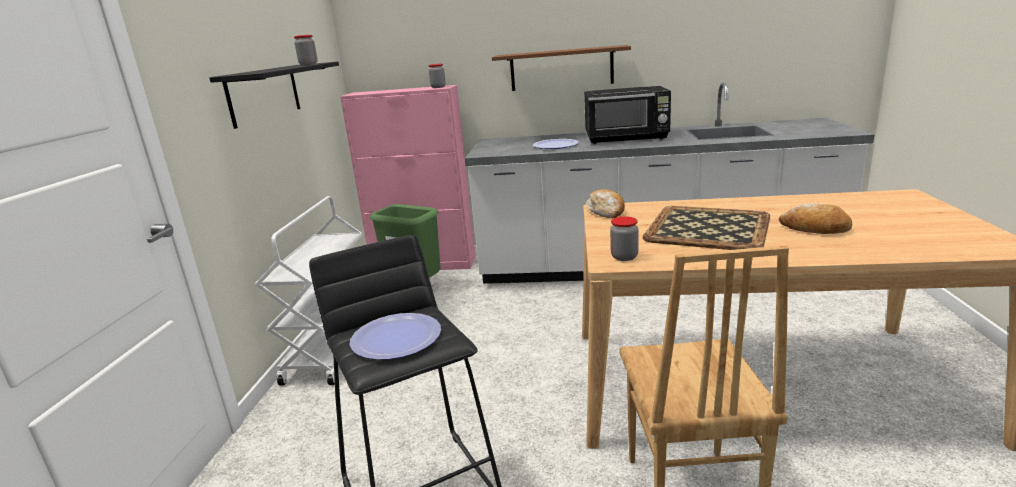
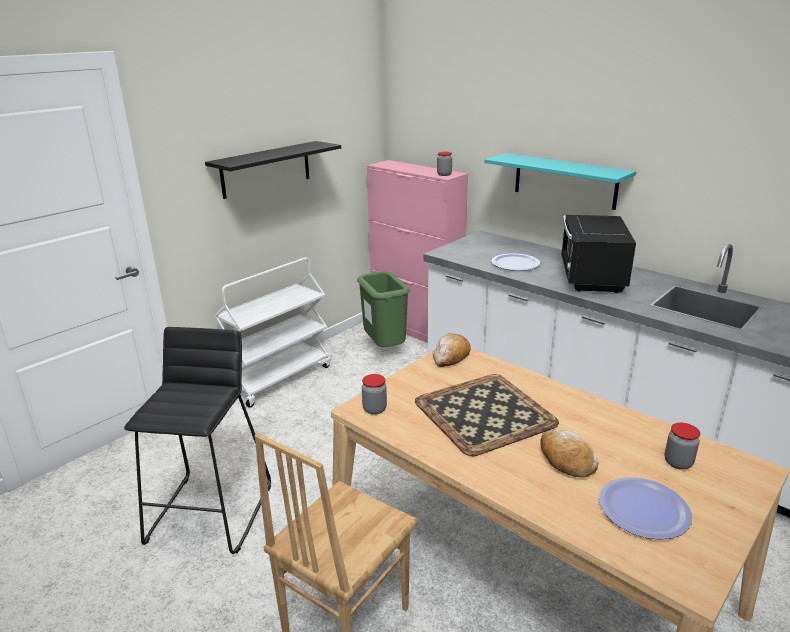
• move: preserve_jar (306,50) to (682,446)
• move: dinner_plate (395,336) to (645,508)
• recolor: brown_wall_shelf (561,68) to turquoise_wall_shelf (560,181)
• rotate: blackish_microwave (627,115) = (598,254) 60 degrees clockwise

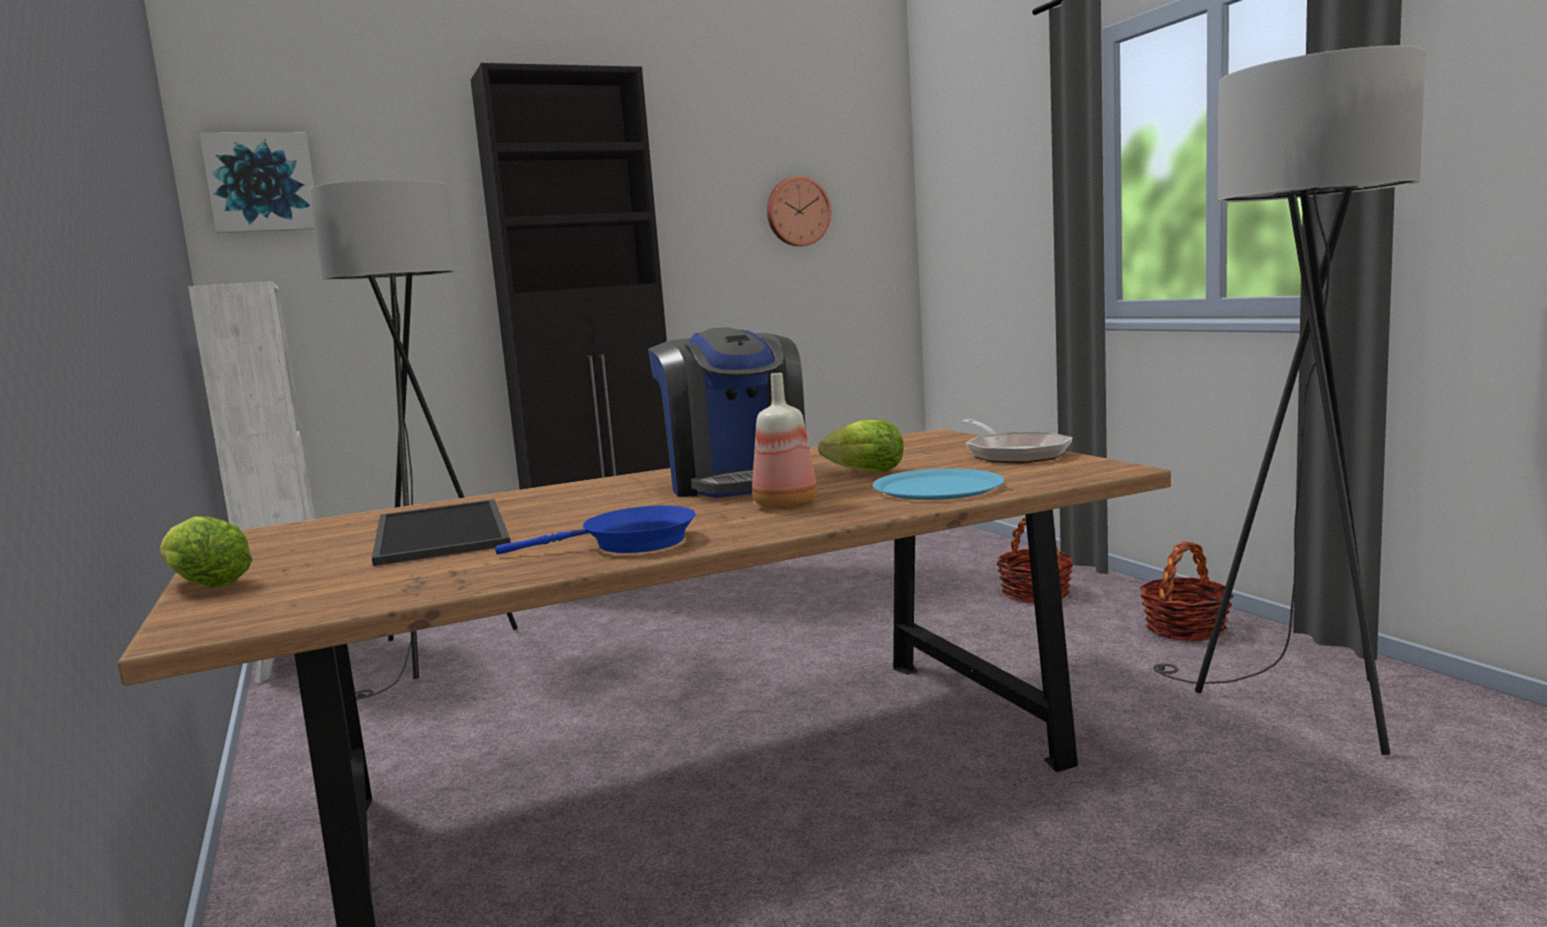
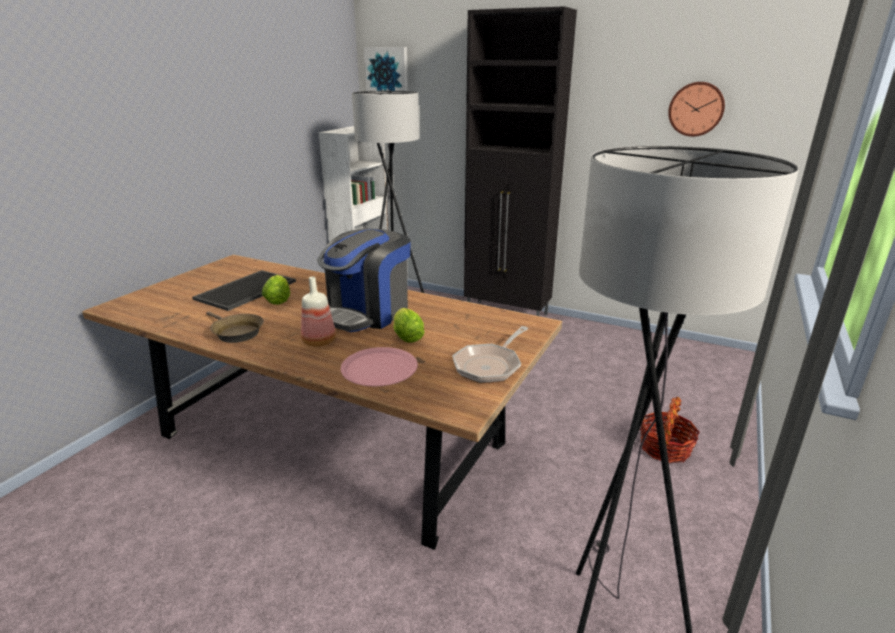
• move: lettuce_head (206,552) to (276,290)
• recolor: blue_skillet (595,529) to brown_skillet (235,327)
• recolor: blue_dinner_plate (938,484) to pinkish_dinner_plate (379,366)
• delete: storage_basket (1187,591)

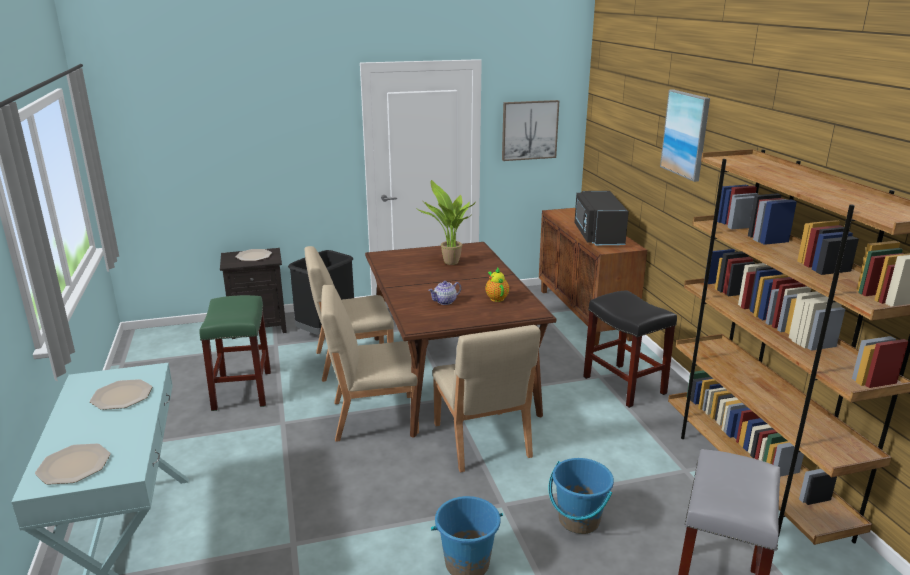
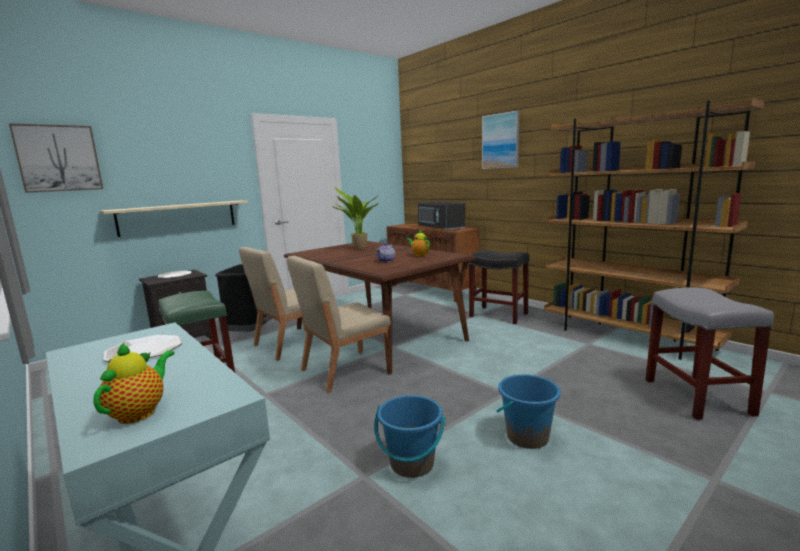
• replace: dinner_plate (73,464) to tea_pot (134,383)
• delete: sand-coloured_plain_chair (486,398)
• move: wall_art (530,130) to (56,158)
• move: blue_water_bucket (581,496) to (410,436)
• insert: sand-coloured_wall_shelf (174,219)

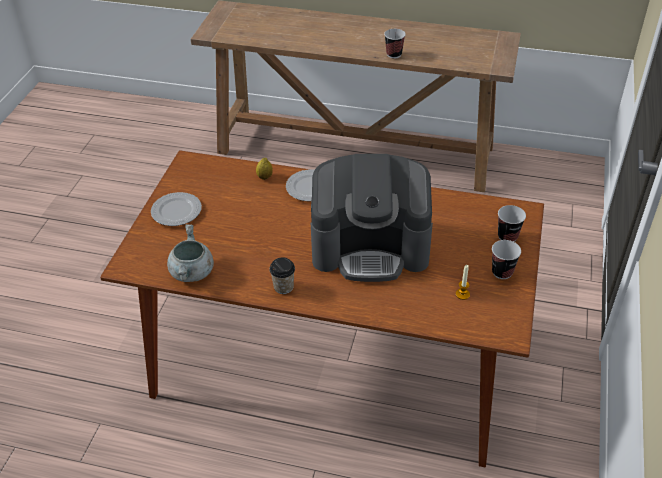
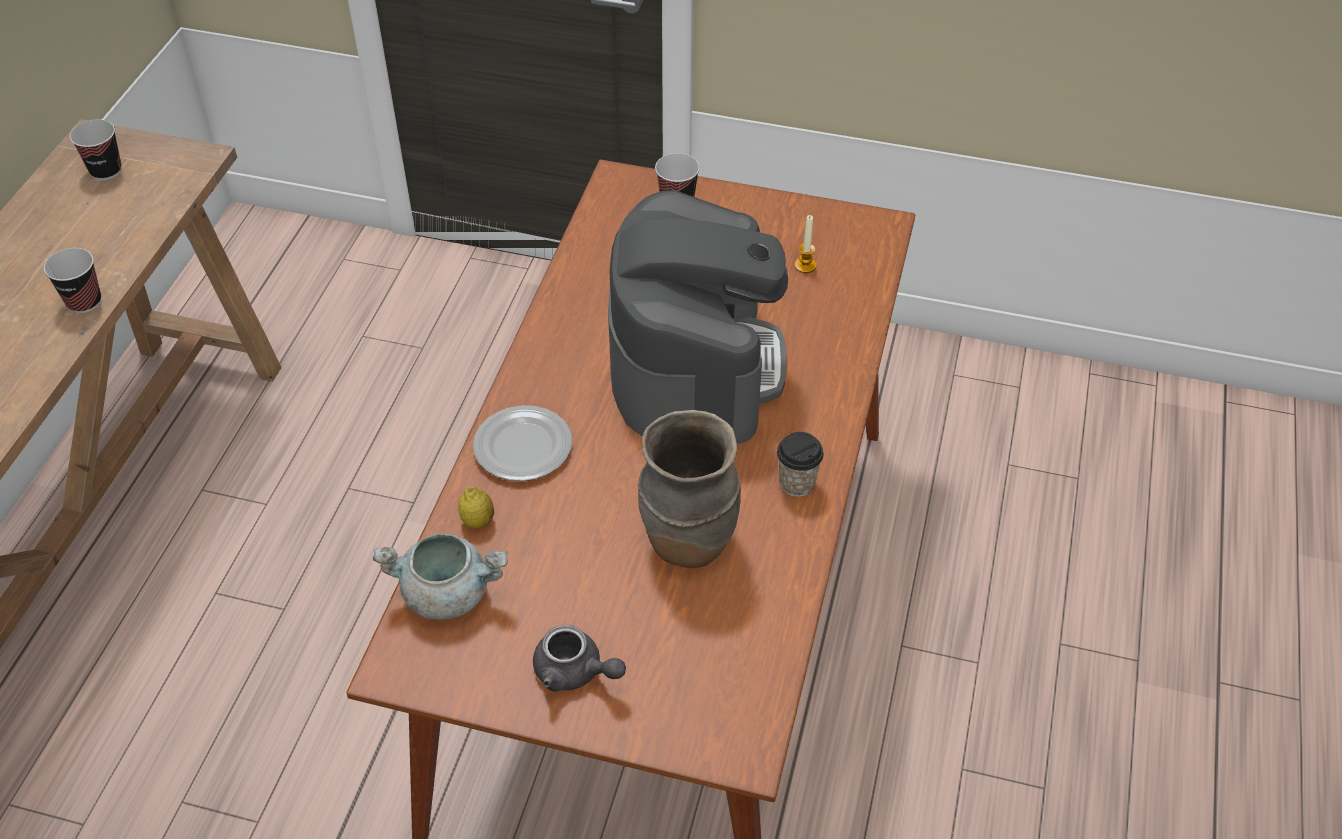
• replace: dinner_plate (176,209) to greyish_tea_pot (579,658)
• move: greyish_saucepot (190,253) to (440,576)
• move: drinking_cup (506,259) to (96,149)
• insert: brown_flower_vase (689,489)

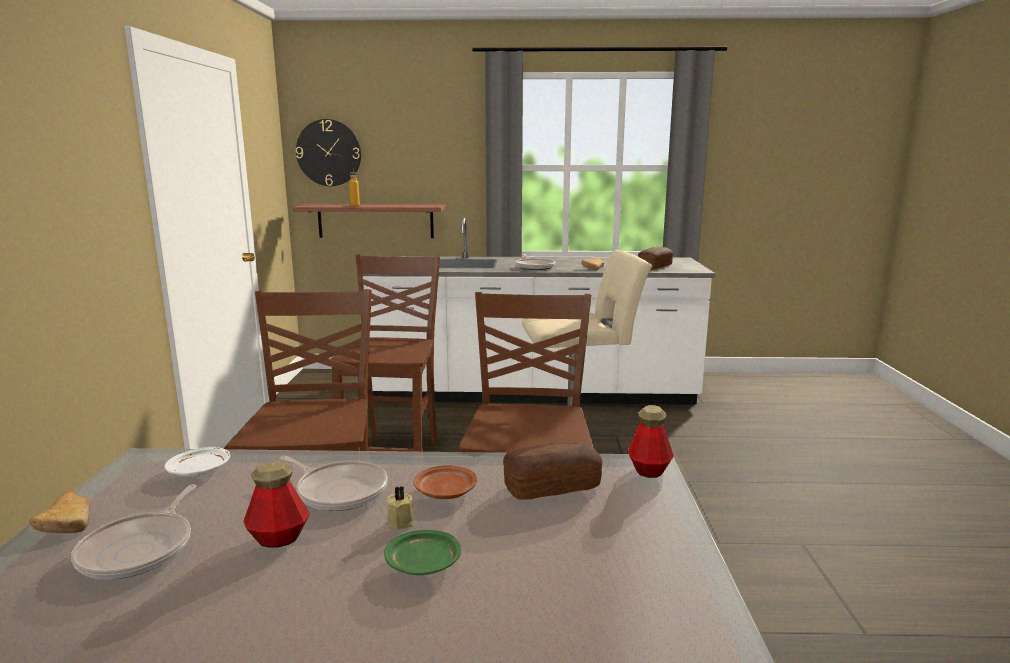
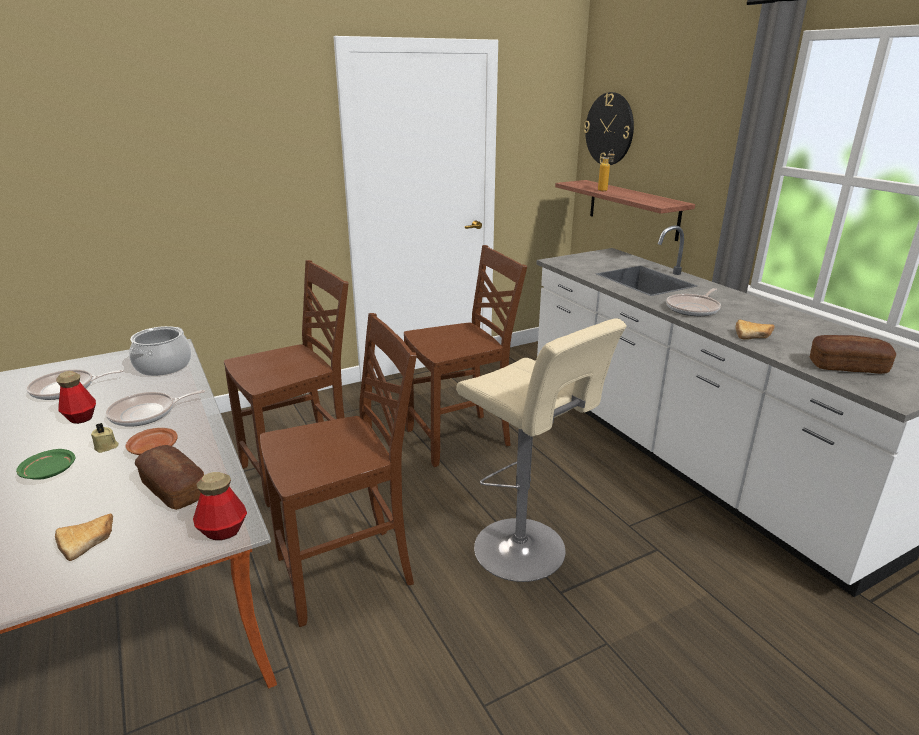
• move: baked_bread (60,512) to (84,537)
• replace: white_dinner_plate (197,462) to saucepot (160,351)
• rotate: skillet (334,483) = (155,408) 60 degrees clockwise

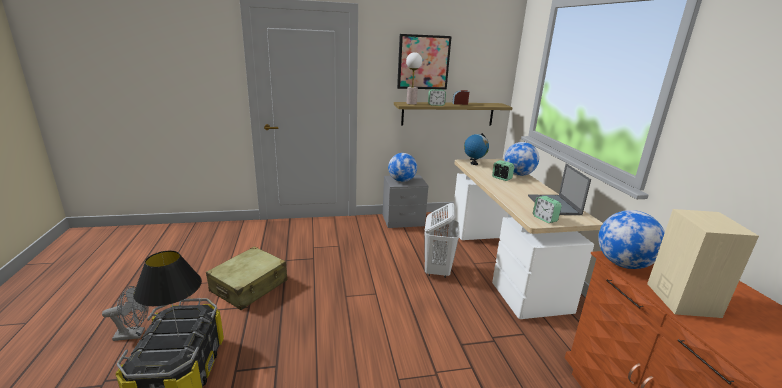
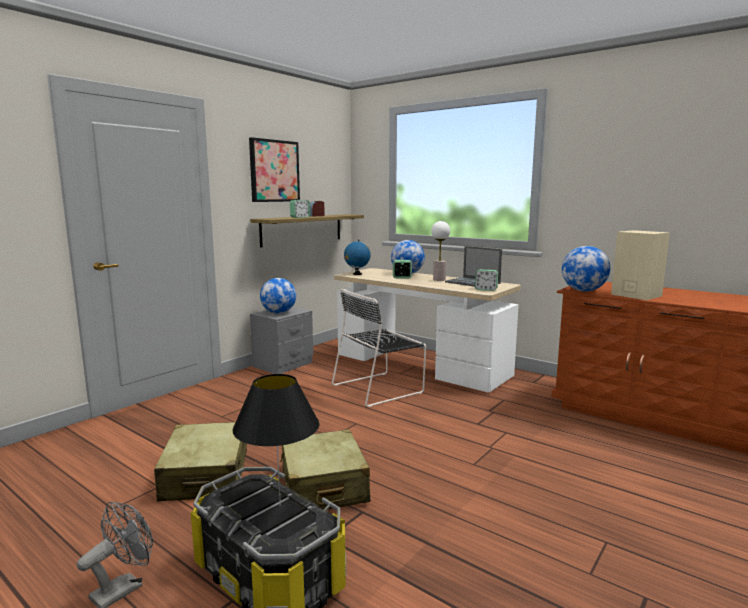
• move: table_lamp (414,78) to (440,251)
• replace: white_washing_basket (442,240) to blackish_plain_chair (379,348)
• insert: sand-coloured_suitcase (325,469)

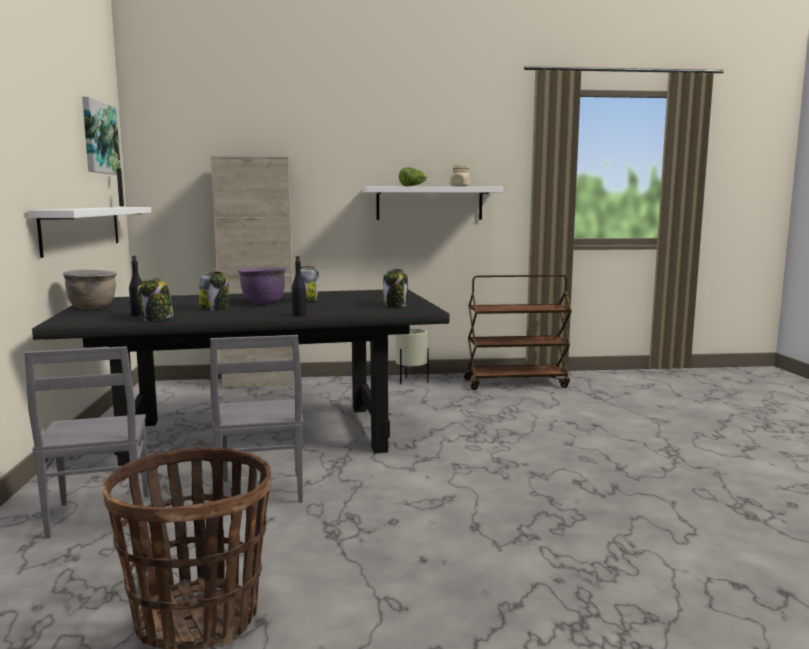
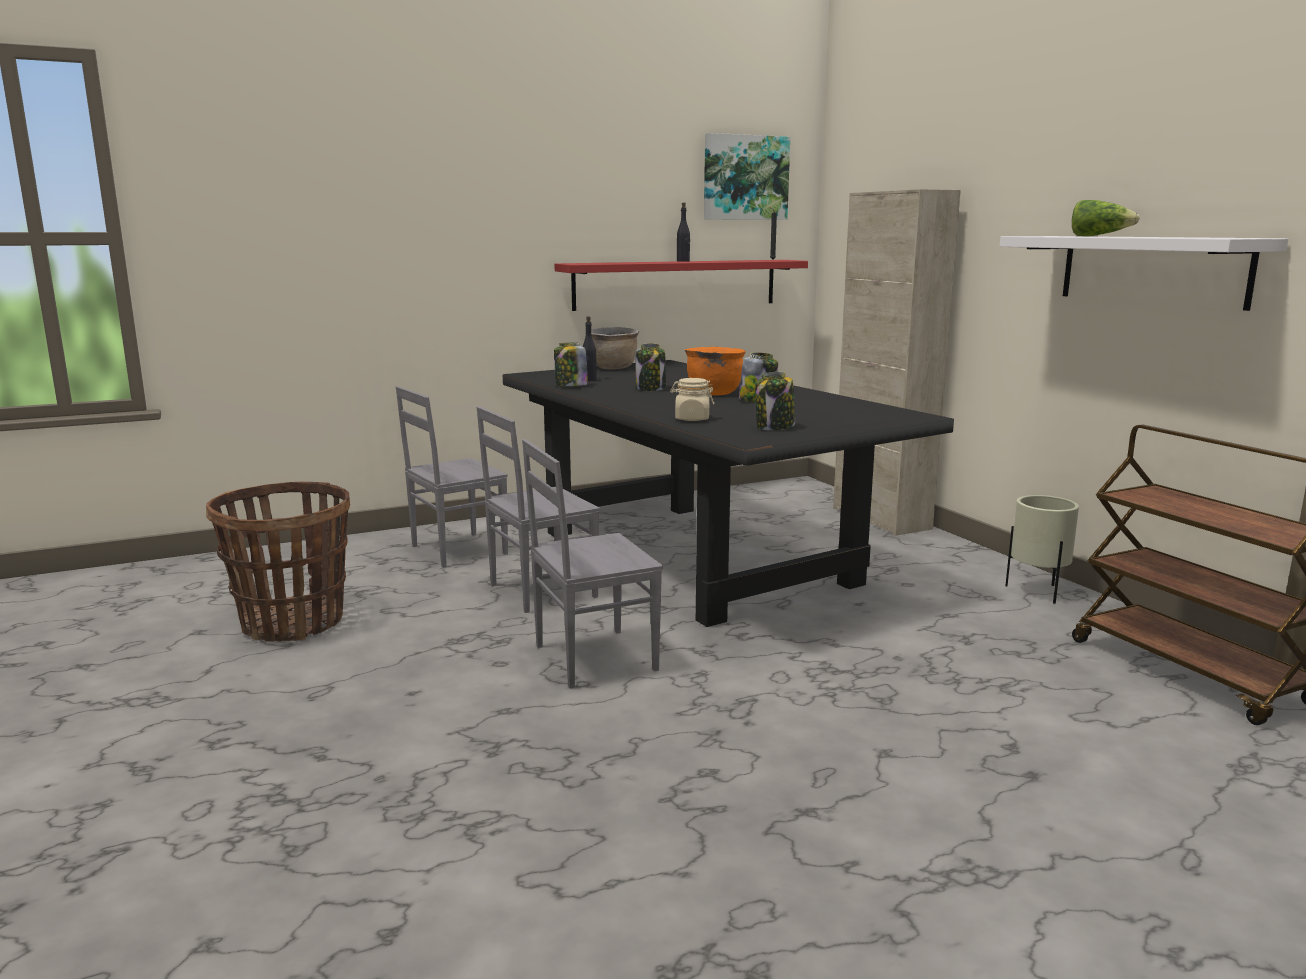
• recolor: white_wall_shelf (89,232) to reddish_wall_shelf (681,285)
• recolor: purplish_saucepot (262,286) to orangey_saucepot (715,371)
• move: blackish_bottle (299,286) to (683,232)
• move: sand-coloured_preserve_jar (460,175) to (692,399)
• insert: greyish_plain_chair (592,564)

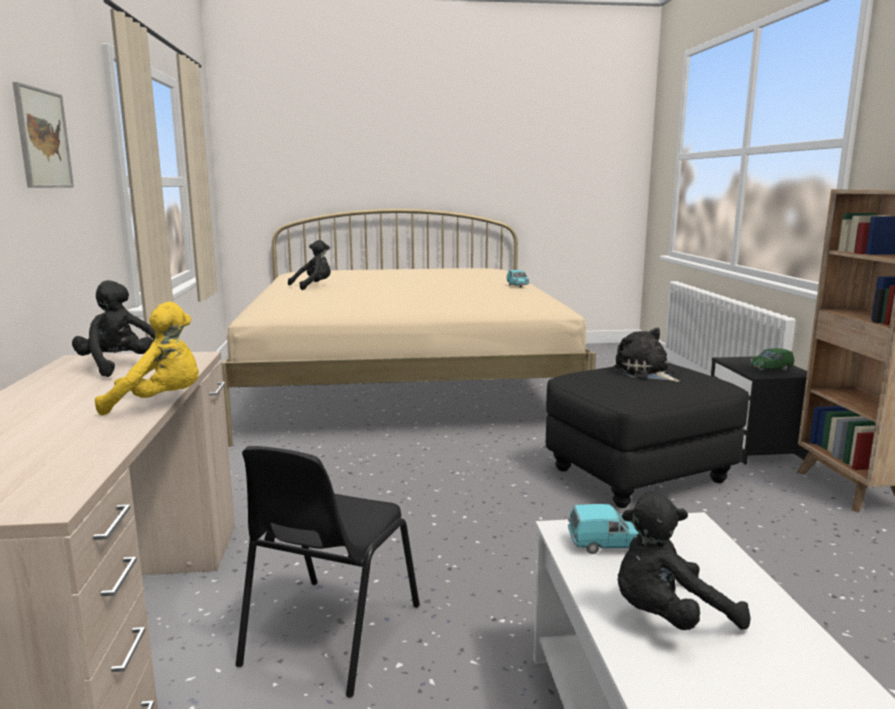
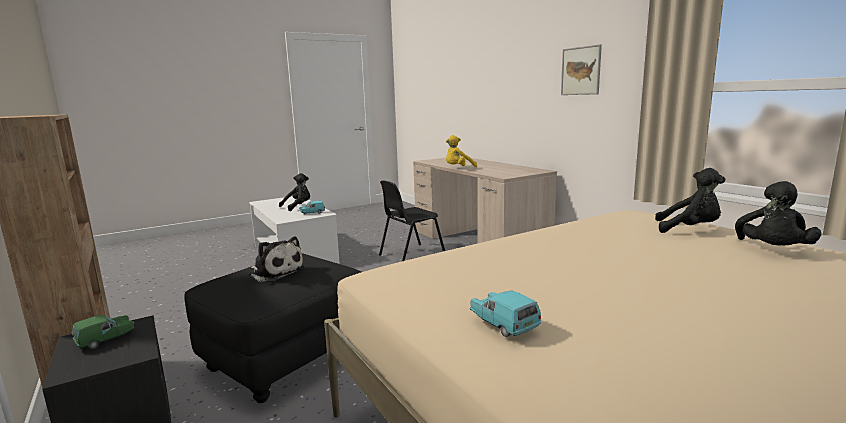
• move: blackish_soft_toy (114,328) to (690,200)
• rotate: blackish_plain_chair (328,572) = (412,221) 120 degrees counterclockwise

